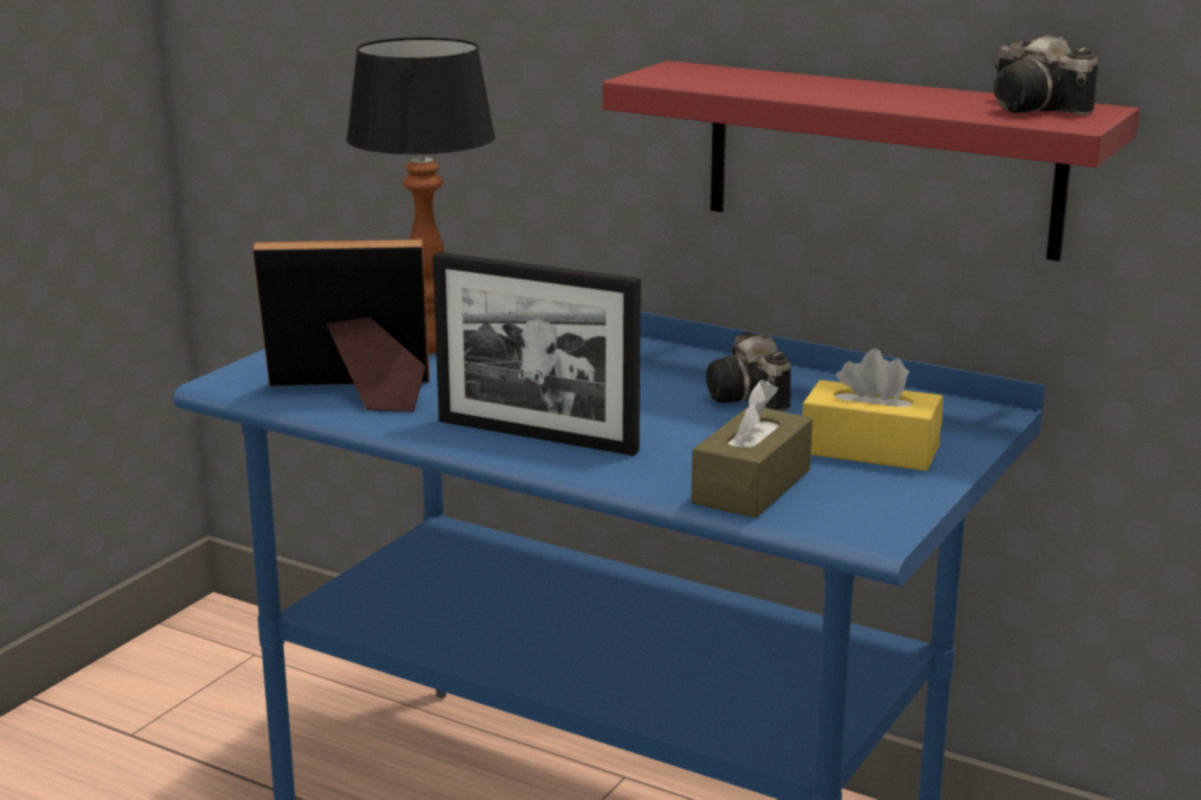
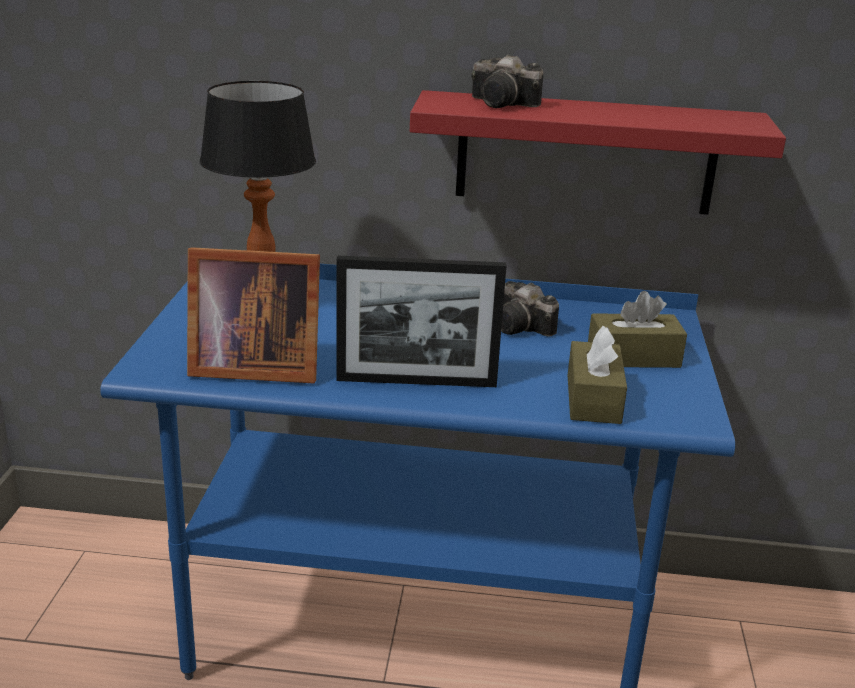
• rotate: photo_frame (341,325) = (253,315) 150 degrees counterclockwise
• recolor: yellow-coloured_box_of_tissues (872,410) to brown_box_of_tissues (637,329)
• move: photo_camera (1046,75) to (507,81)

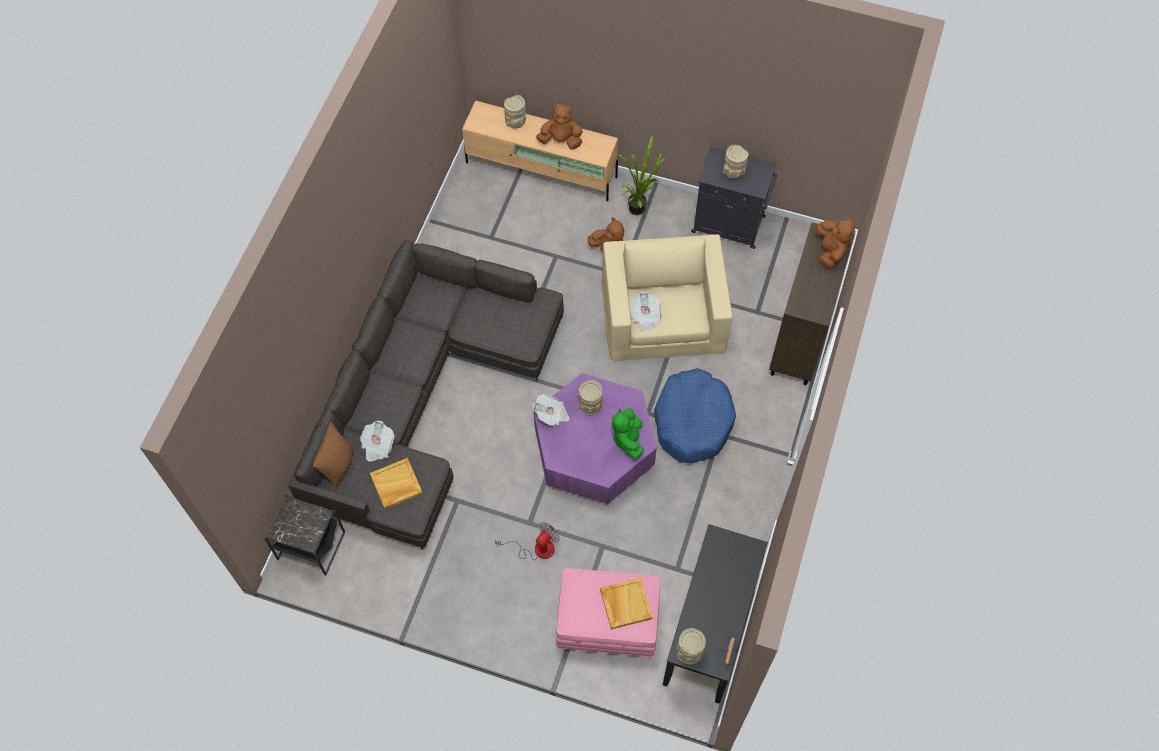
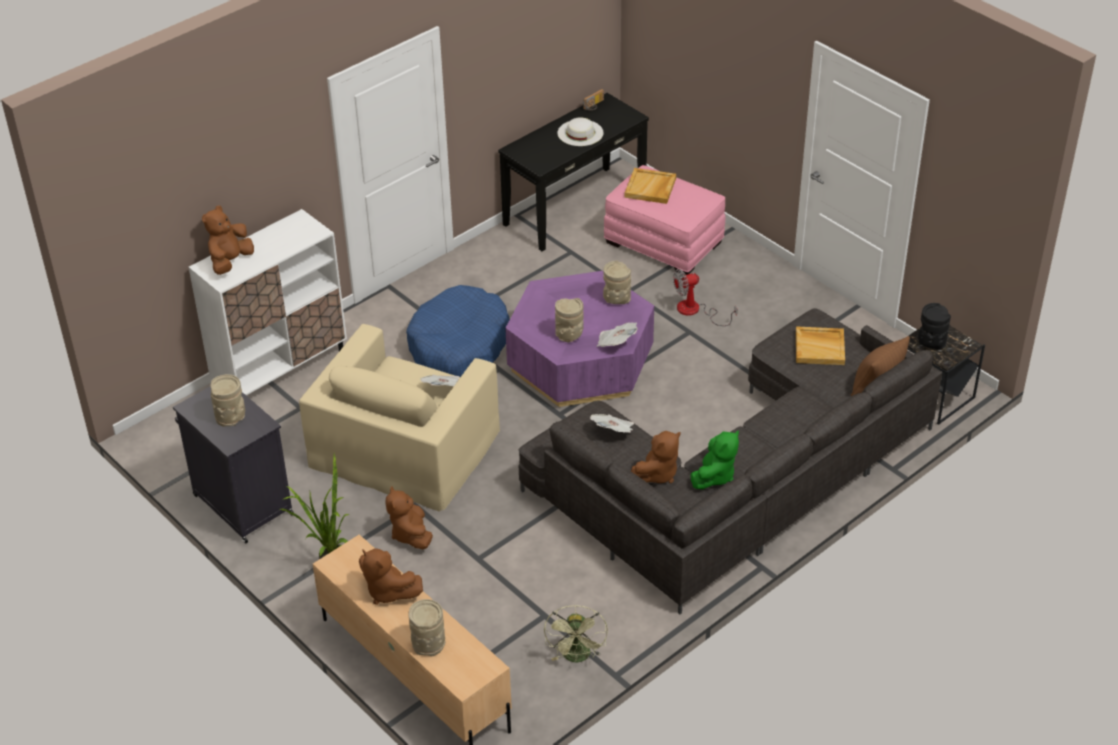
• move: printed_paper (377,441) to (612,423)
• move: greenish_soft_toy (628,433) to (715,459)
• move: sand-coloured_flower_vase (691,646) to (617,282)
• recolor: brown_cabinet (812,303) to white_cabinet (267,302)
• insert: greenish_cooling_fan (576,633)
• insert: white_hat (581,131)
• insert: brown_soft_toy (655,457)
• insert: blackish_flower_vase (934,326)

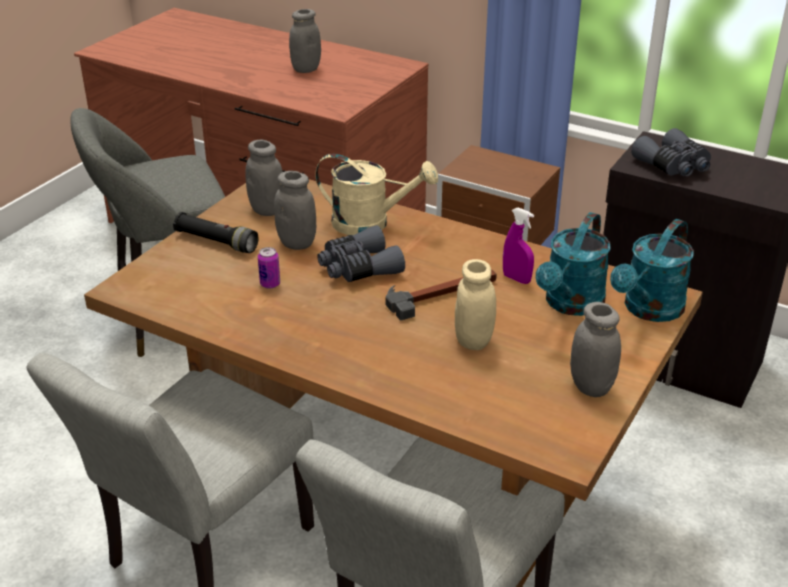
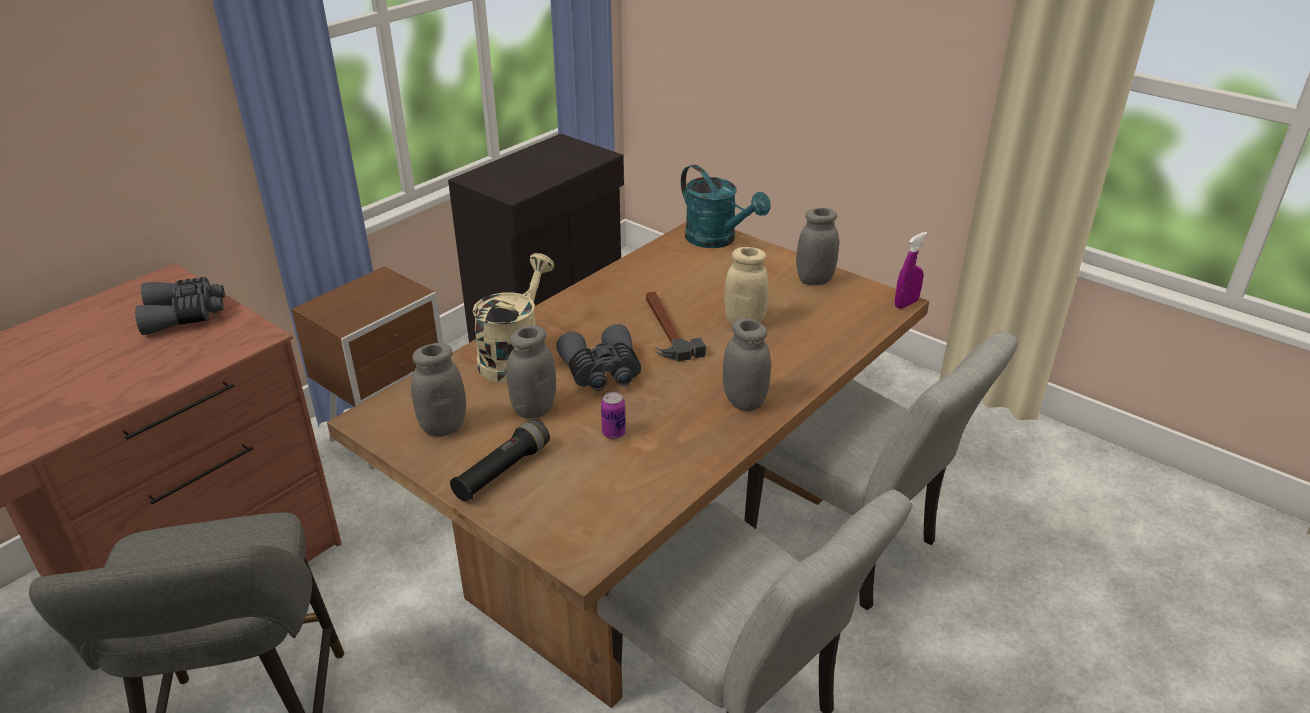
• move: greyish_preserve_jar (305,41) to (747,364)
• move: purplish_spray_bottle (518,246) to (911,270)
• delete: turquoise_sprinkling_can (573,264)
• move: greyish_field_glasses (671,152) to (180,306)

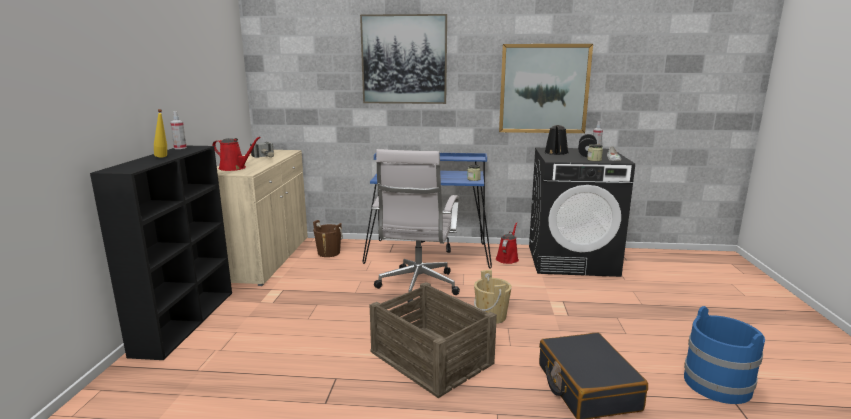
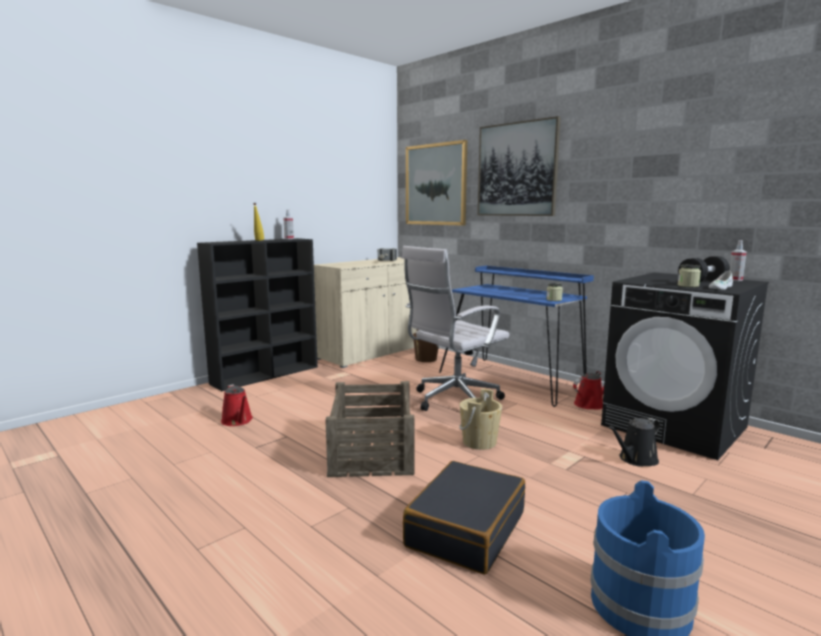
• move: reddish_sprinkling_can (236,154) to (237,405)
• move: wall_art (546,88) to (436,183)
• move: blackish_sprinkling_can (556,140) to (634,442)

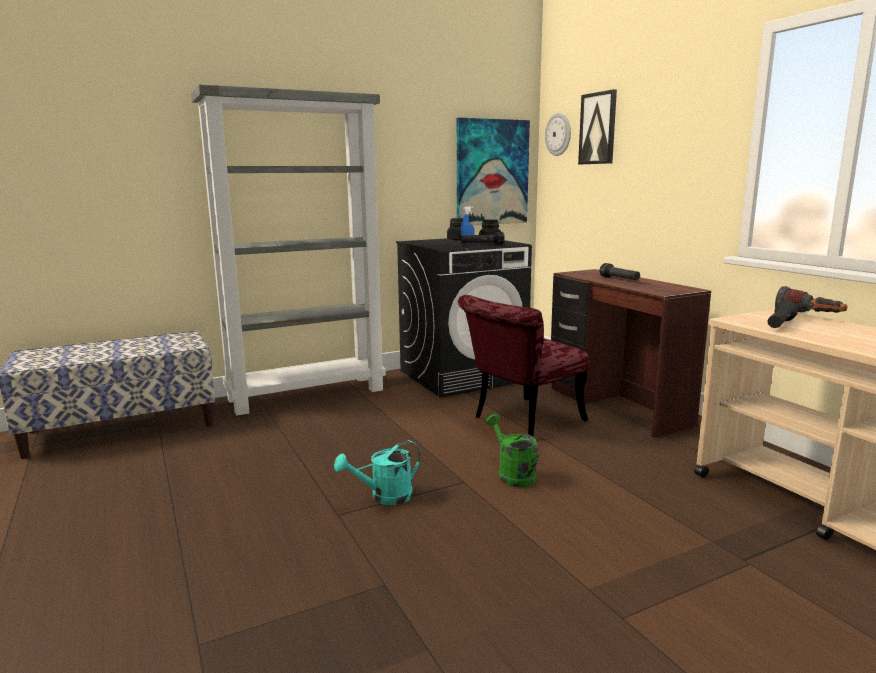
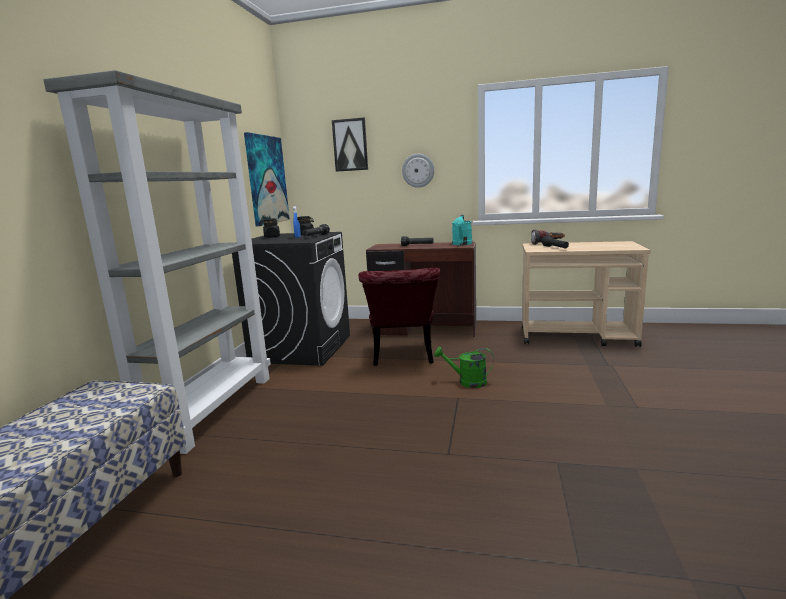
• move: turquoise_sprinkling_can (377,472) to (462,230)
• move: hanging_clock (558,134) to (418,171)

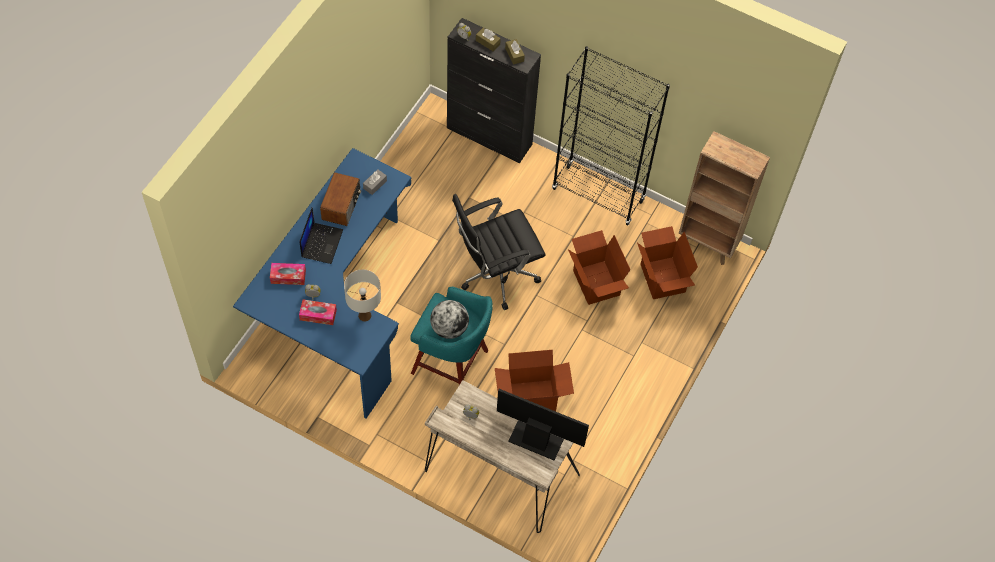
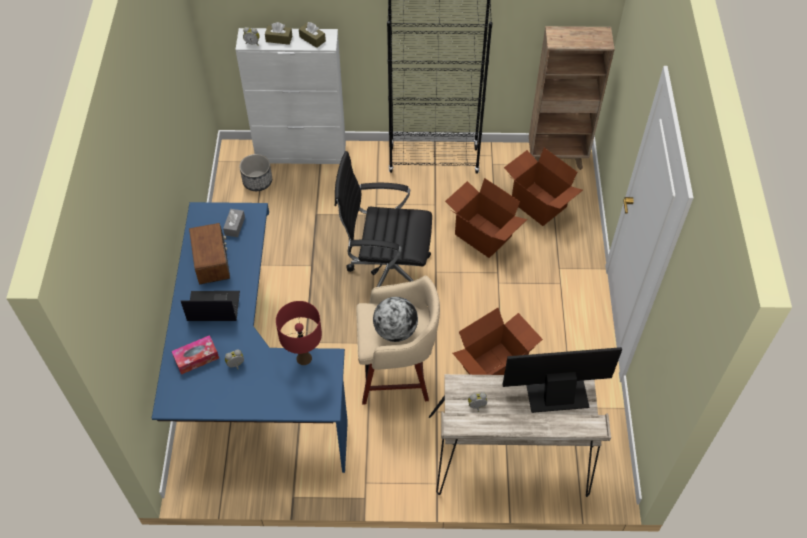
• rotate: laptop (321,235) = (210,306) 75 degrees counterclockwise
• delete: box_of_tissues (318,312)
• recolor: white_table_lamp (362,295) to reddish_table_lamp (299,333)
• recolor: turquoise_stool_seat (451,336) to sand-coloured_stool_seat (398,340)
• recolor: blackish_cabinet (494,90) to white_cabinet (290,96)
• rotate: blackish_office_chair (499,252) = (383,219) 60 degrees clockwise
• insert: planter (255,172)

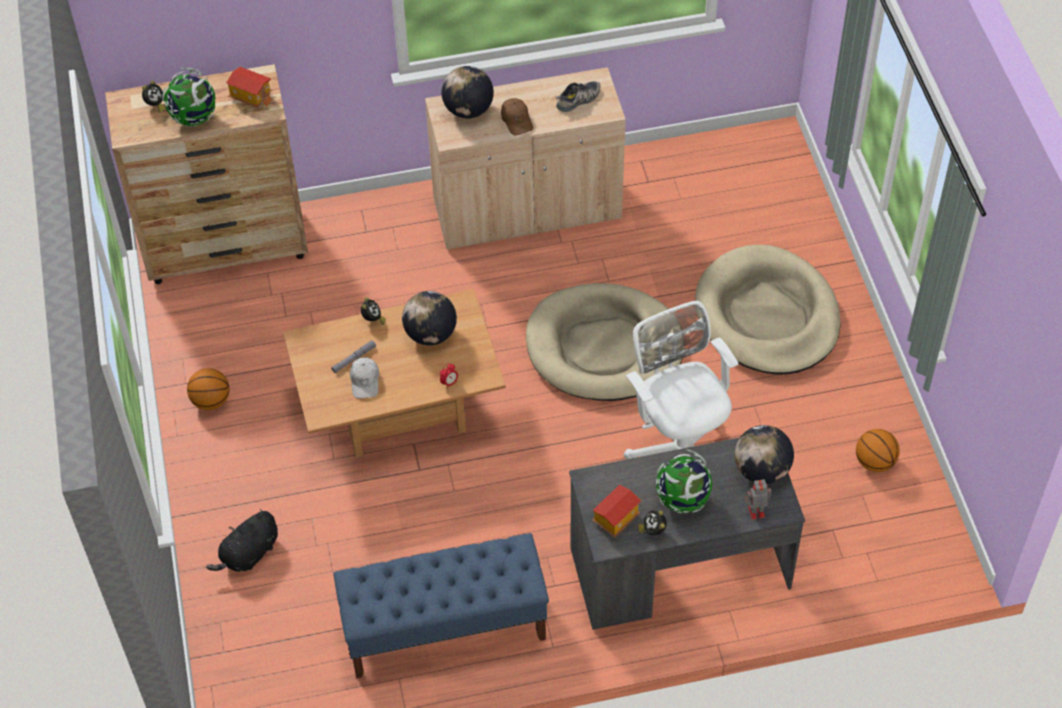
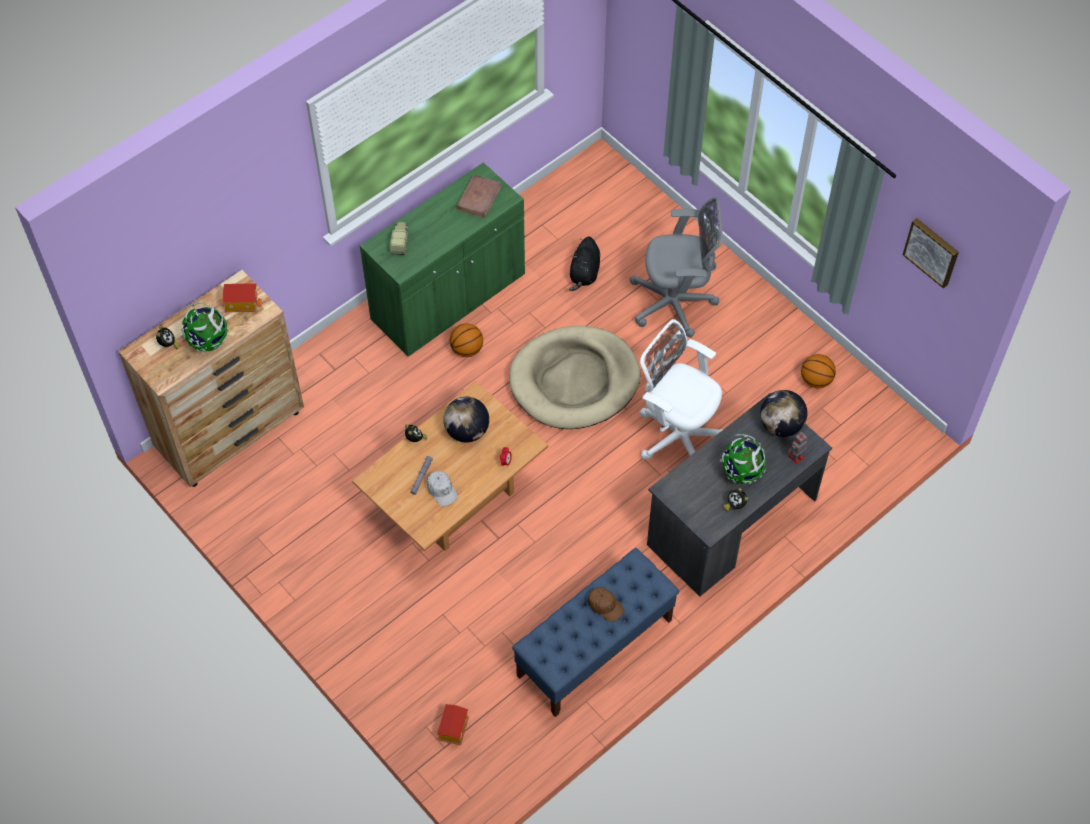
• move: basketball_ball (208,389) to (466,340)
• move: blackish_soft_toy (242,540) to (584,263)
• recolor: sand-coloured_cabinet (525,158) to greenish_cabinet (442,259)
• replace: globe (467,92) to toy_truck (399,238)
• move: brown_cap (517,116) to (606,604)
• replace: low_shoe (578,96) to brown_bound_book (479,197)
• move: miniature_house (616,511) to (453,724)
• replace: sand-coloured_dog_bed (768,309) to greyish_office_chair (676,267)
• insert: wall_art (931,253)

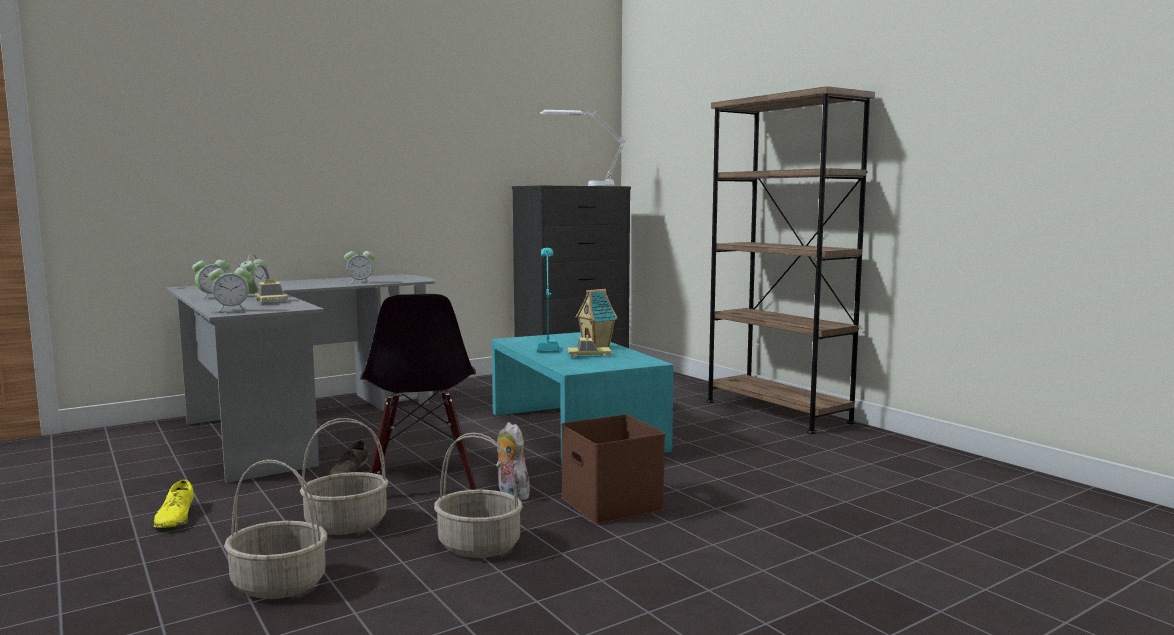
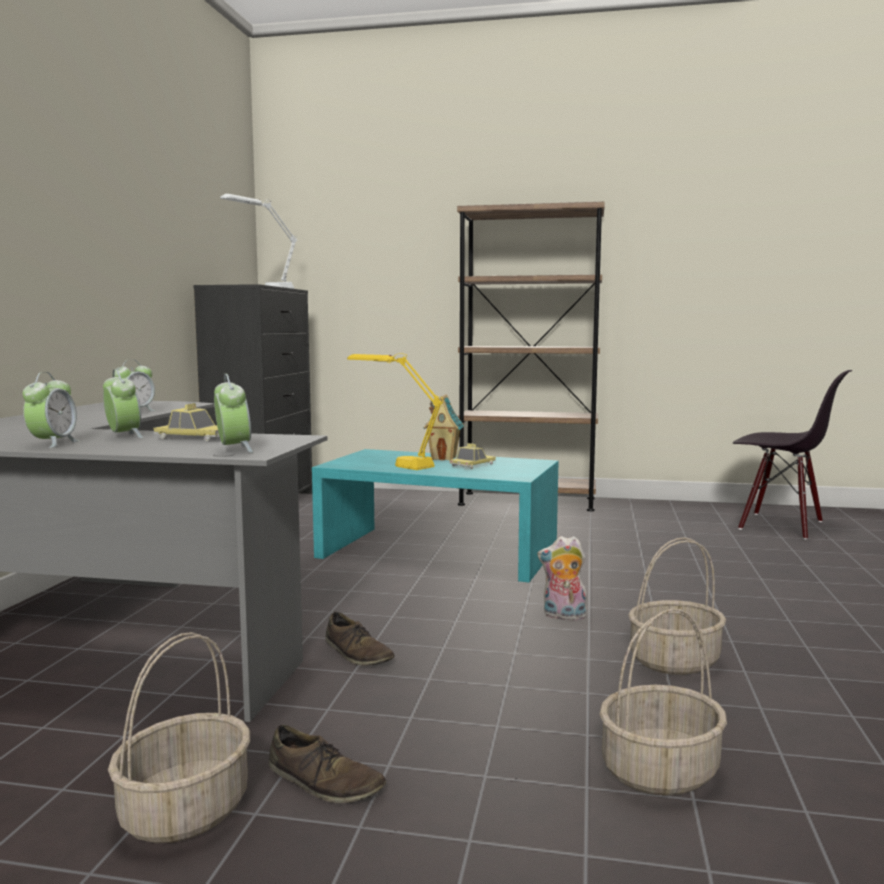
• recolor: yellow-coloured_low_shoe (174,503) to brown_low_shoe (327,764)
• rotate: bedside_clock (229,289) = (233,413) 45 degrees counterclockwise
• move: storage_basket (344,476) to (179,737)
• move: blackish_plain_chair (418,392) to (793,455)
• recolor: turquoise_table_lamp (548,300) to yellow-coloured_table_lamp (395,411)
• delete: brown_storage_container (613,469)

